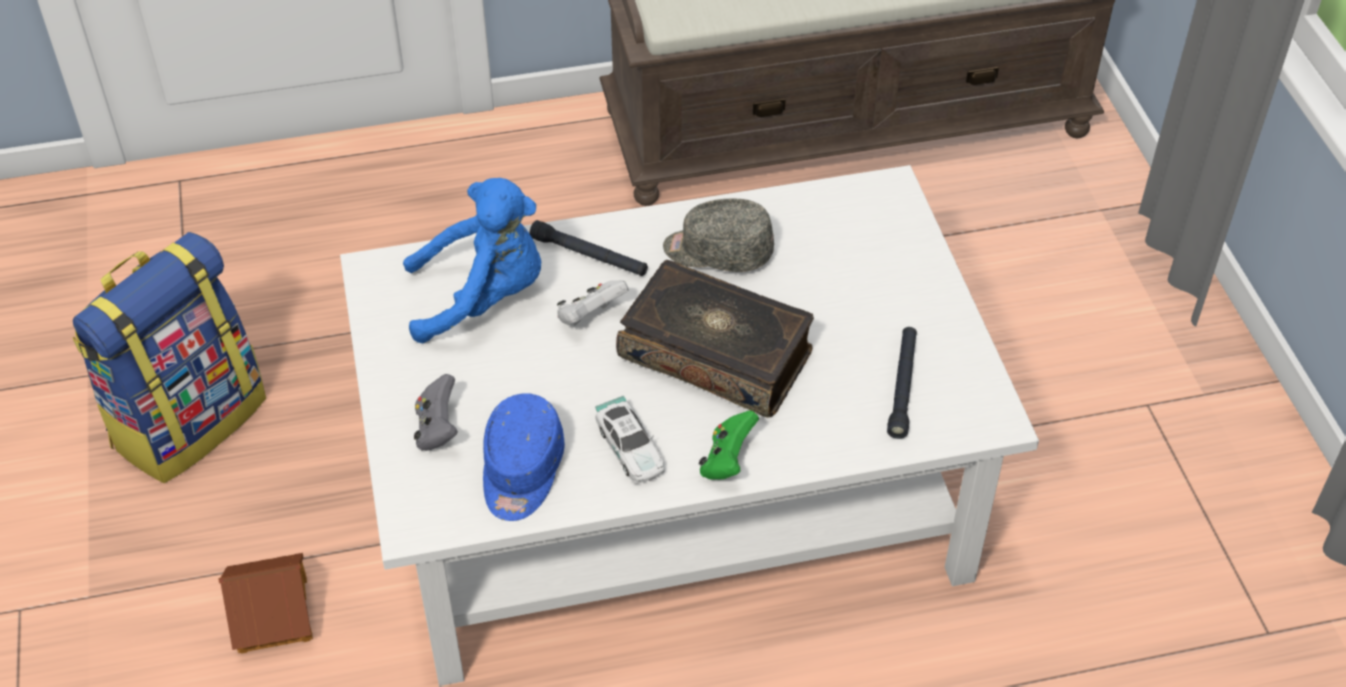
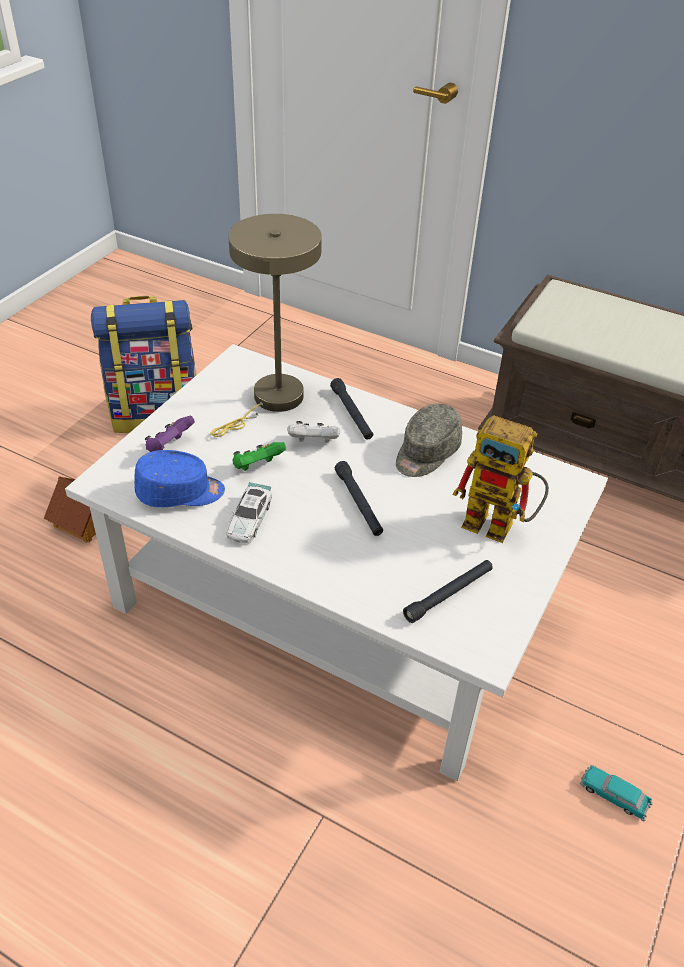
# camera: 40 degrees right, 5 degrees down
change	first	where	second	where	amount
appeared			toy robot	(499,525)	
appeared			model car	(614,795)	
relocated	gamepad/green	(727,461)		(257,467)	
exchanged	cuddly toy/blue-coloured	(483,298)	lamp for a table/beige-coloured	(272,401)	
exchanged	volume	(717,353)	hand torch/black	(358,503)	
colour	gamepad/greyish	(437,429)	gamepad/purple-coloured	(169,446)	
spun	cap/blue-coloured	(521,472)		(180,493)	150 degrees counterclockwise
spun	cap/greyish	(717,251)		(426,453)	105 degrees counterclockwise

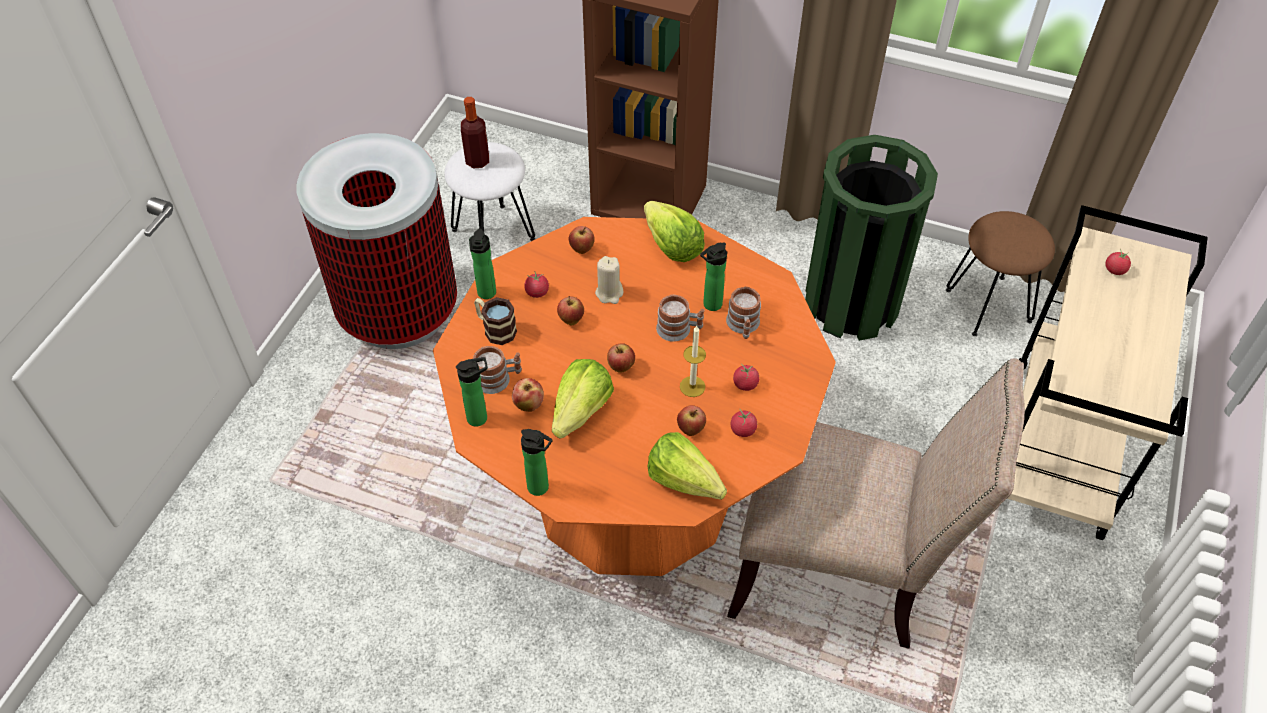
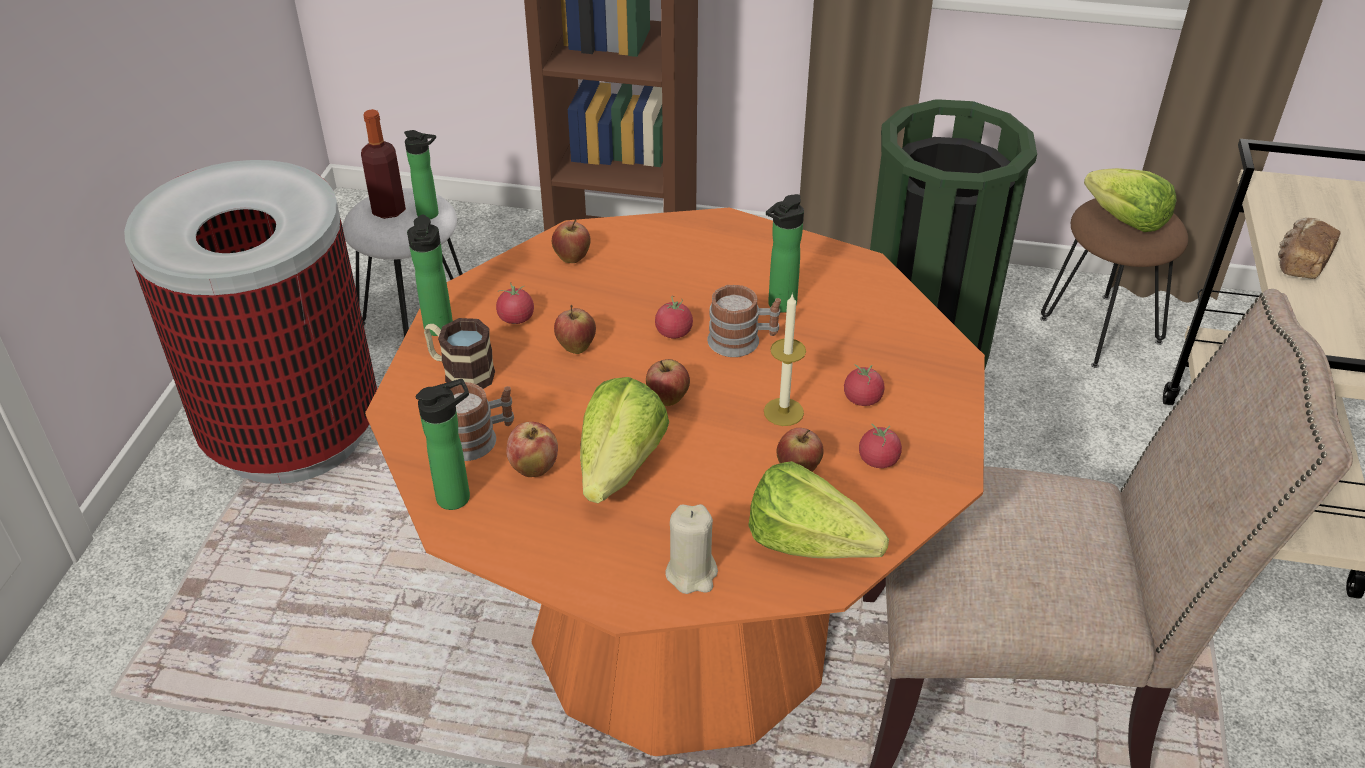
# camera: 10 degrees left, 10 degrees down
change	first	where	second	where	amount
missing	mug	(743,326)			
appeared			bakery bread	(1300,262)	
relocated	beverage bottle	(541,488)		(431,214)	
relocated	candle/beige-coloured	(609,293)		(692,573)	
relocated	head of lettuce	(672,246)		(1125,220)	
relocated	fresh tomato	(1115,270)		(674,332)	

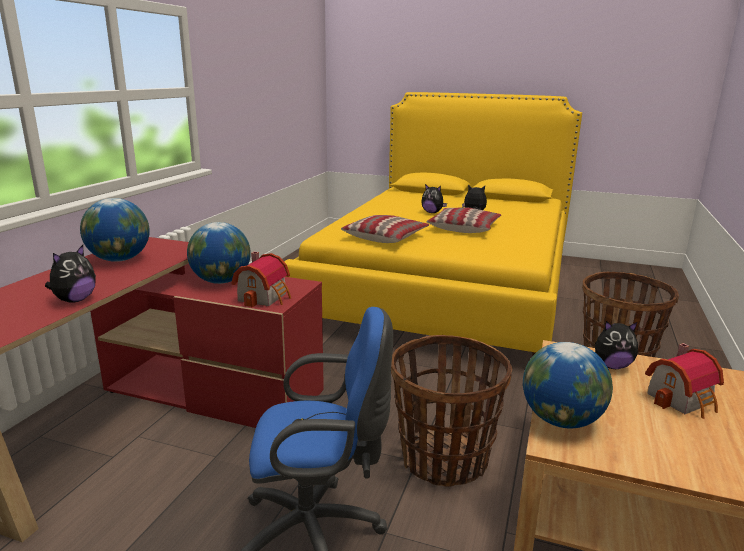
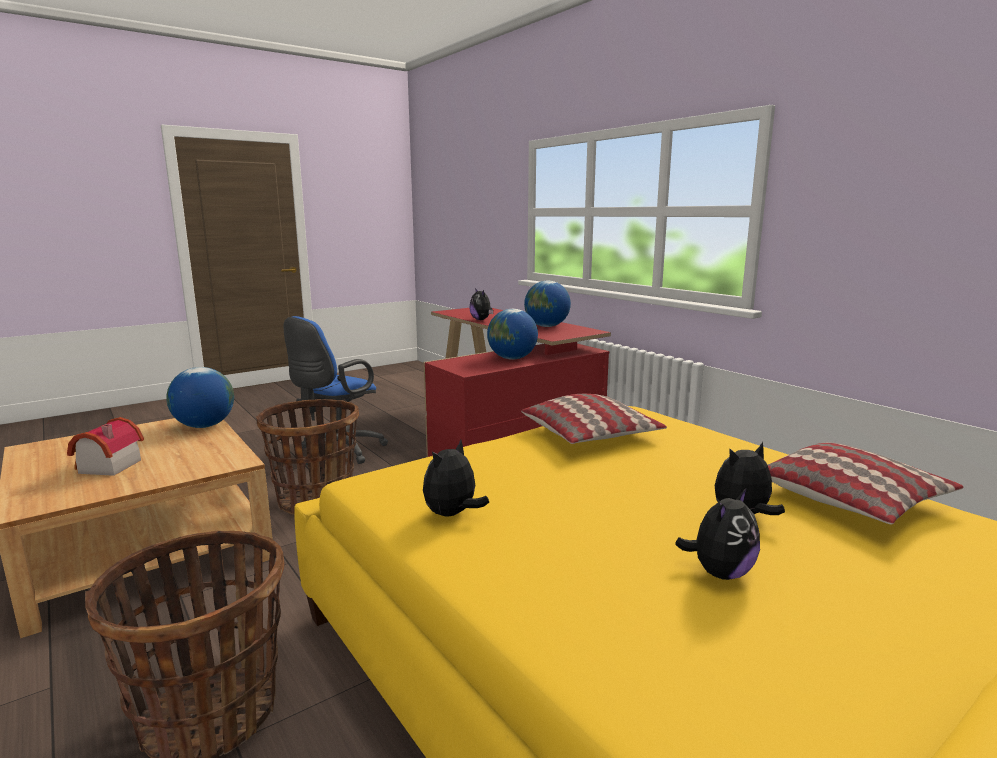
# camera: 125 degrees right, 5 degrees down
change	first	where	second	where	amount
missing	toy house	(265,297)			
relocated	throw pillow	(464,228)		(853,499)	
relocated	cuddly toy	(612,366)		(452,514)	

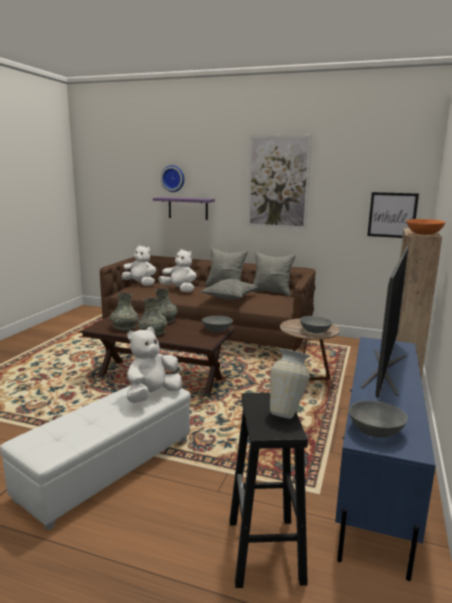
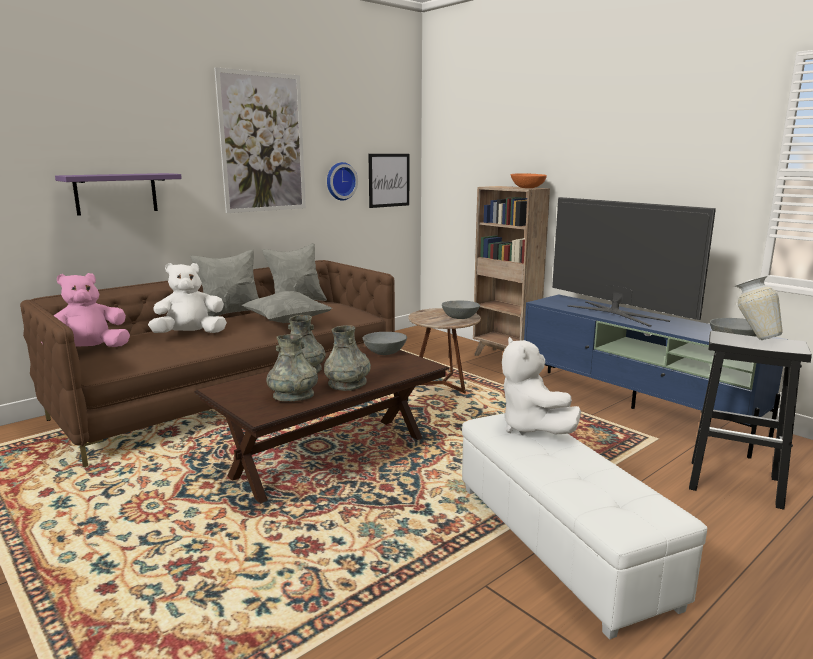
# camera: 60 degrees left, 0 degrees up
change	first	where	second	where	amount
relocated	clock on the wall	(173,178)		(340,181)	
colour	cuddly toy/white	(139,284)	cuddly toy/pink-coloured	(89,350)	

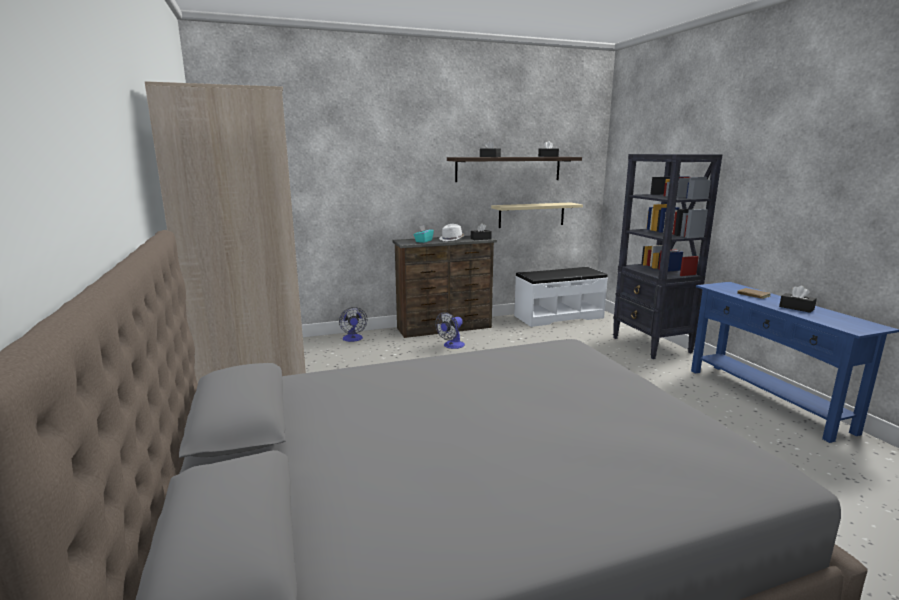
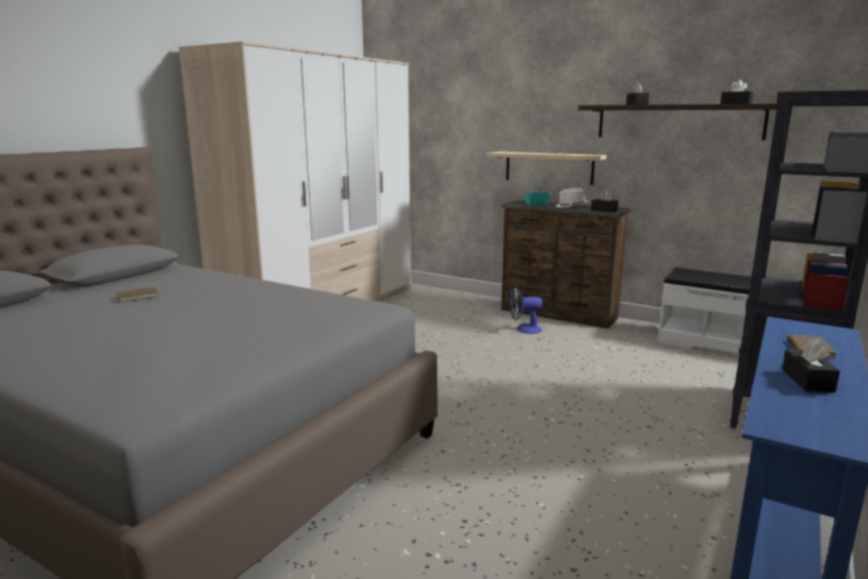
# camera: 50 degrees right, 0 degrees up
change	first	where	second	where	amount
missing	fan	(353,339)			
appeared			volume/brown-coloured	(138,296)	
relocated	shelf/beige-coloured	(531,215)		(549,167)	

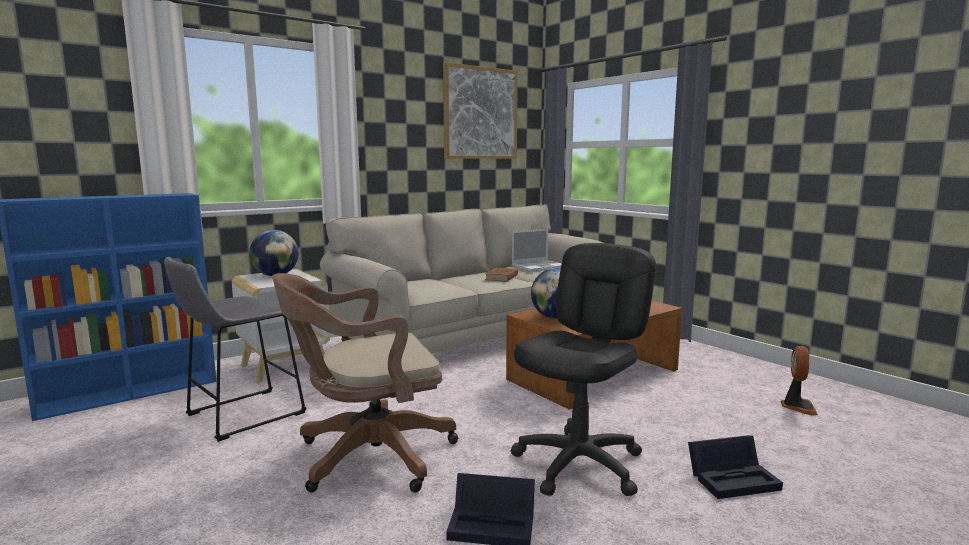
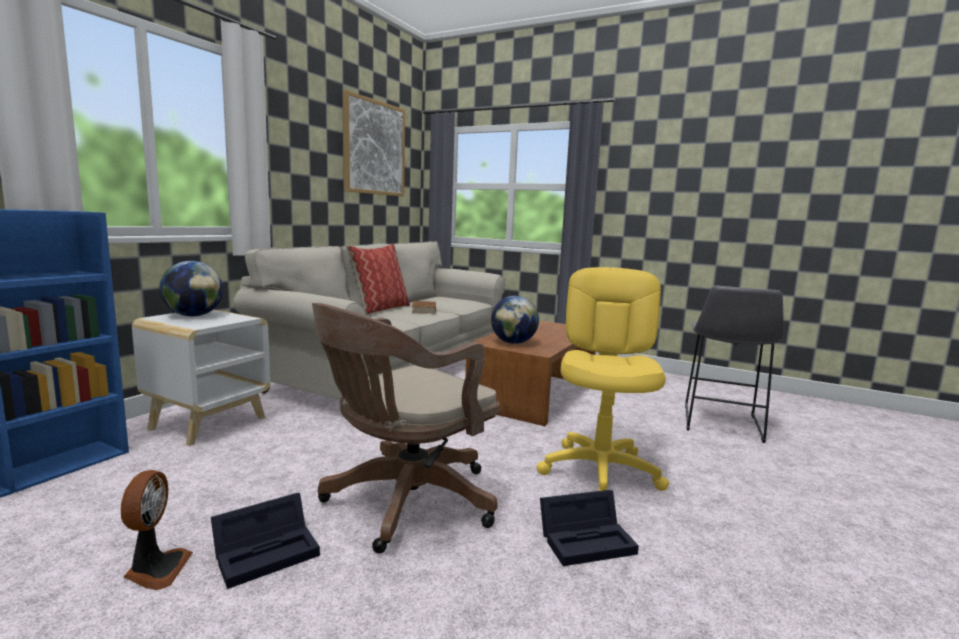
# camera: 25 degrees left, 0 degrees up
change	first	where	second	where	amount
missing	portable computer	(538,267)			
appeared			throw pillow	(380,309)	
relocated	stool seat/greyish	(239,416)		(721,424)	
relocated	storage container/black	(734,478)		(269,551)	
relocated	fan	(797,407)		(156,569)	
colour	computer chair/black	(579,464)	computer chair/yellowish	(600,471)	

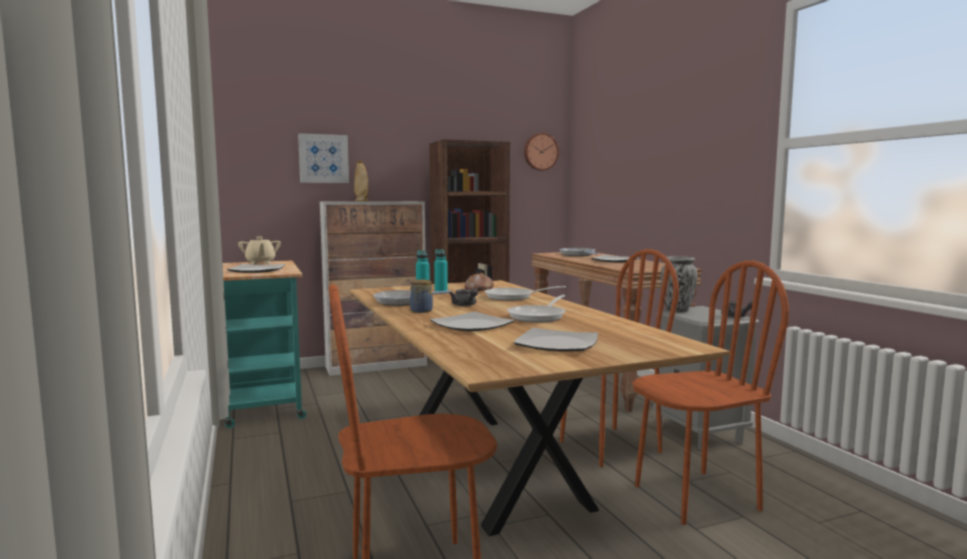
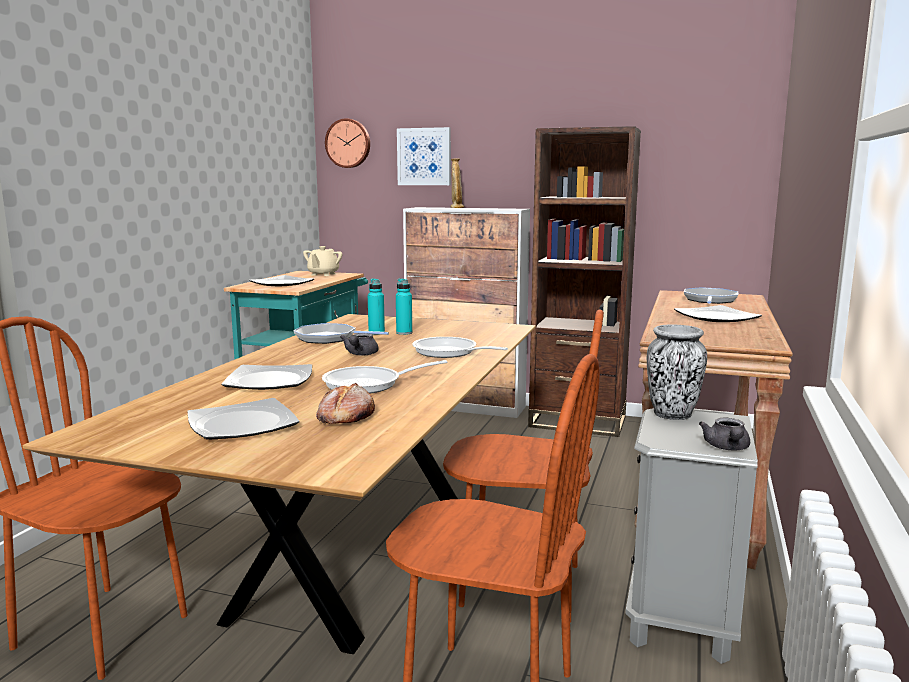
# camera: 40 degrees right, 5 degrees up
change	first	where	second	where	amount
missing	jar	(421,311)			
relocated	bakery bread	(478,289)		(345,417)	
relocated	clock on the wall	(540,152)		(348,143)	

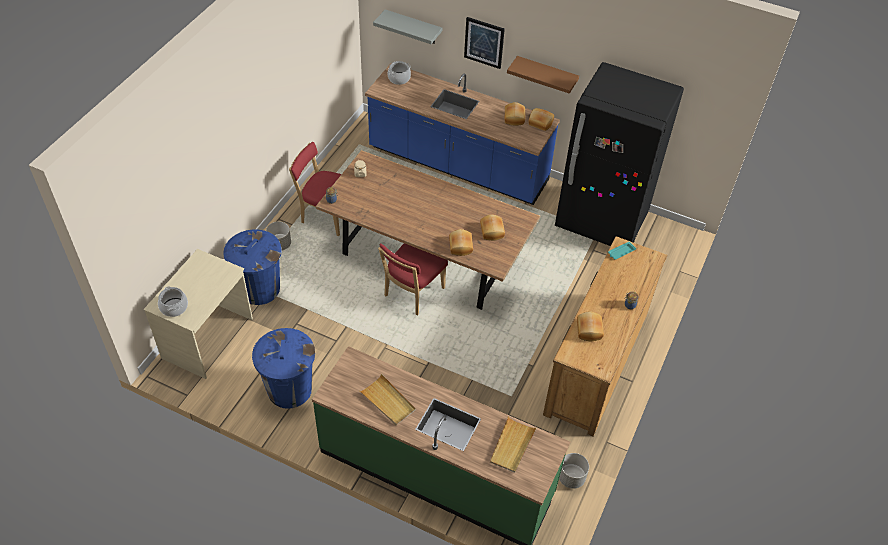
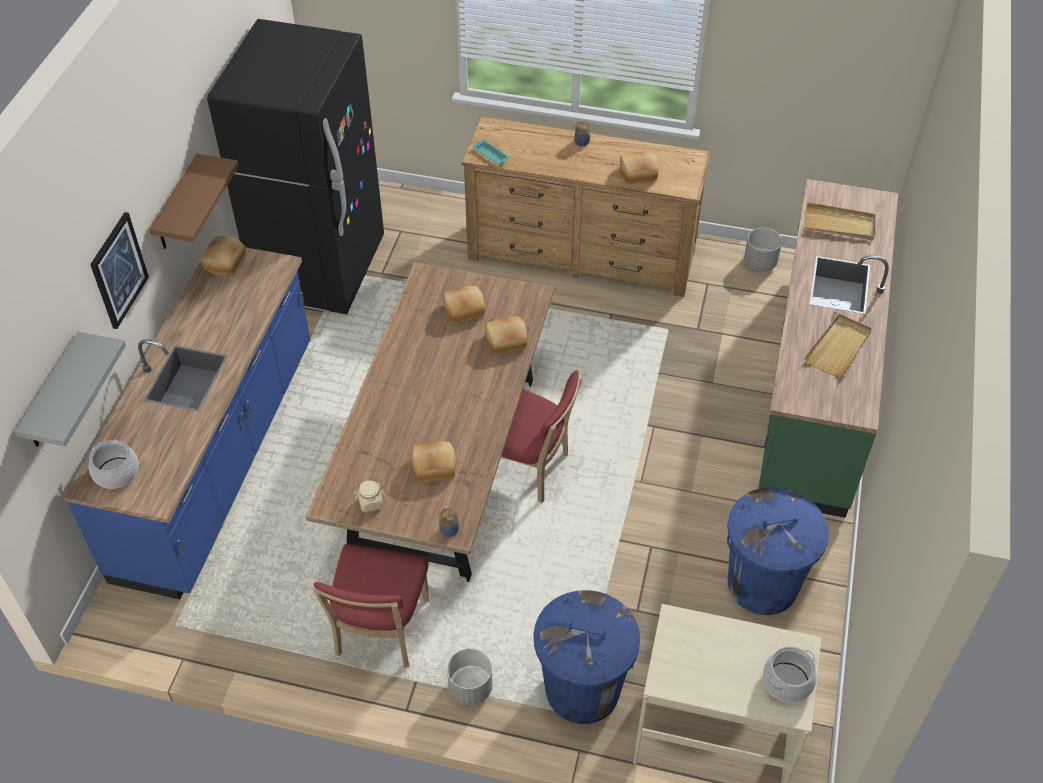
# camera: 100 degrees left, 0 degrees up
change	first	where	second	where	amount
relocated	bakery bread	(514,118)		(434,466)	

